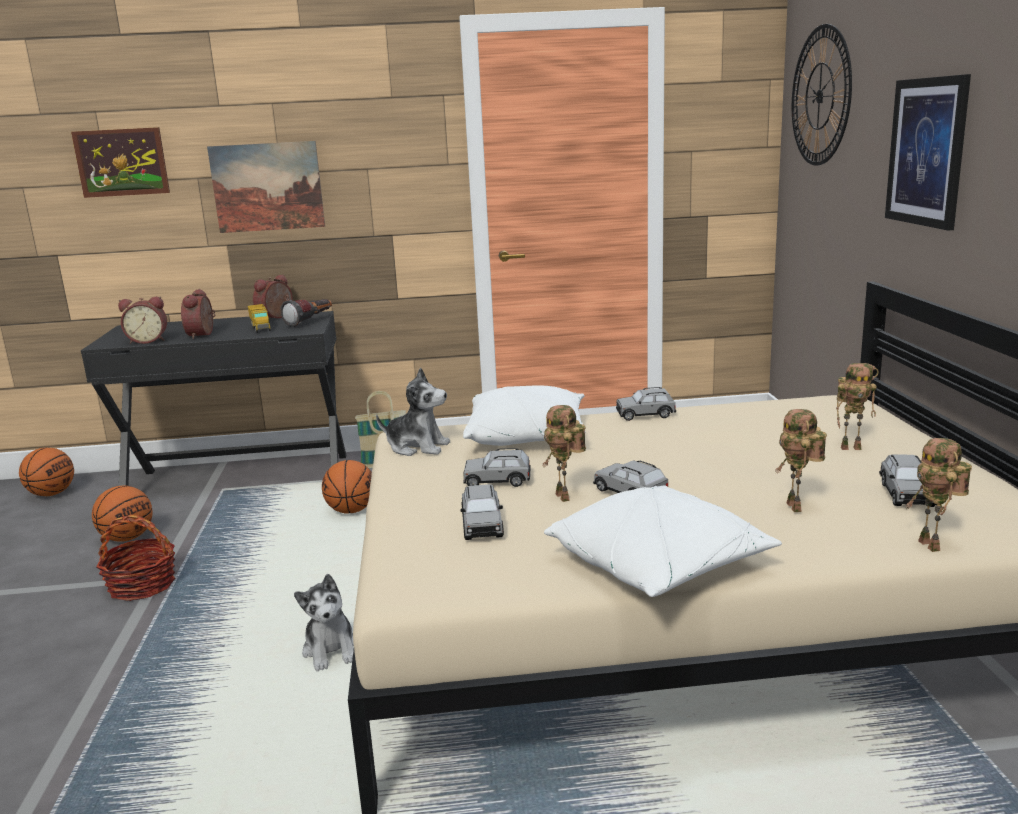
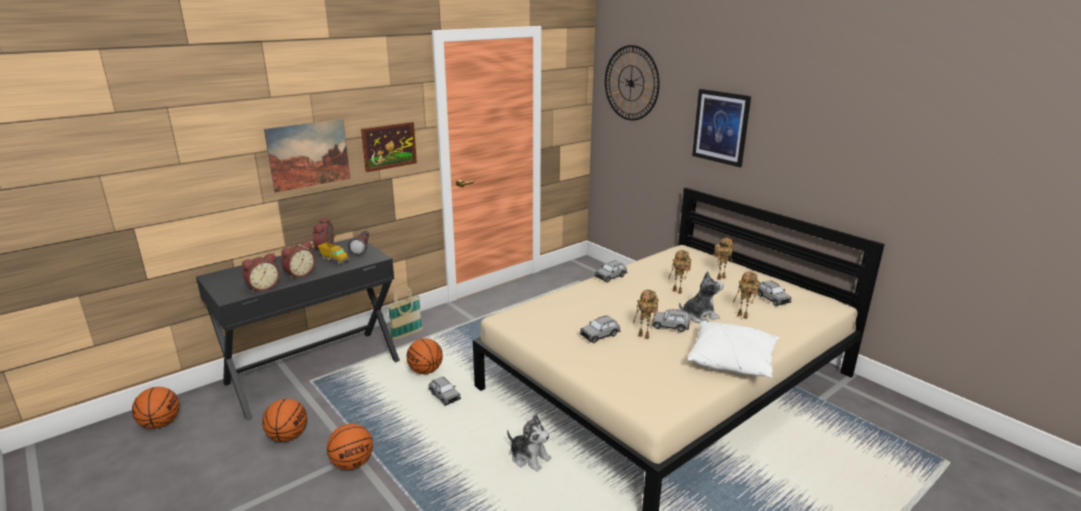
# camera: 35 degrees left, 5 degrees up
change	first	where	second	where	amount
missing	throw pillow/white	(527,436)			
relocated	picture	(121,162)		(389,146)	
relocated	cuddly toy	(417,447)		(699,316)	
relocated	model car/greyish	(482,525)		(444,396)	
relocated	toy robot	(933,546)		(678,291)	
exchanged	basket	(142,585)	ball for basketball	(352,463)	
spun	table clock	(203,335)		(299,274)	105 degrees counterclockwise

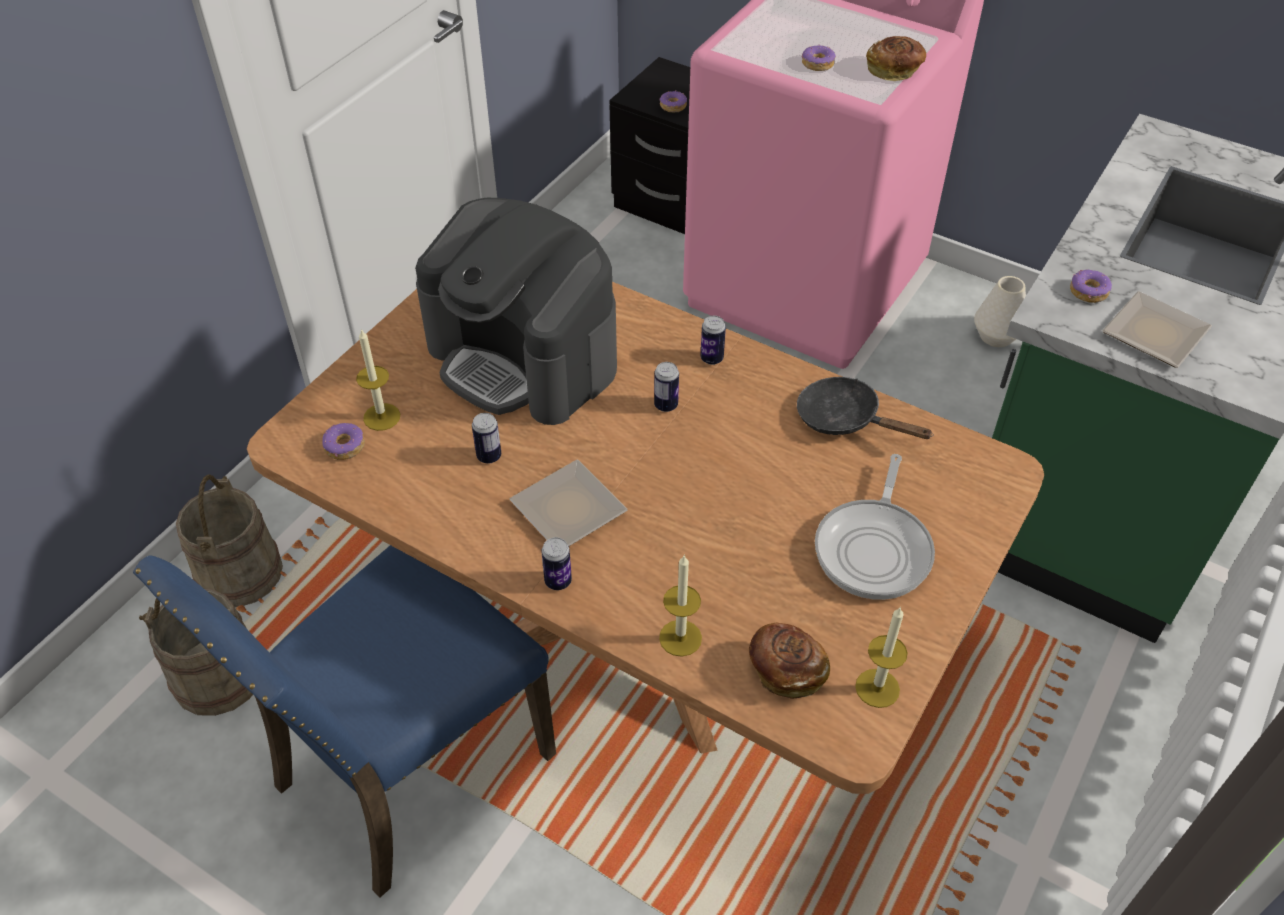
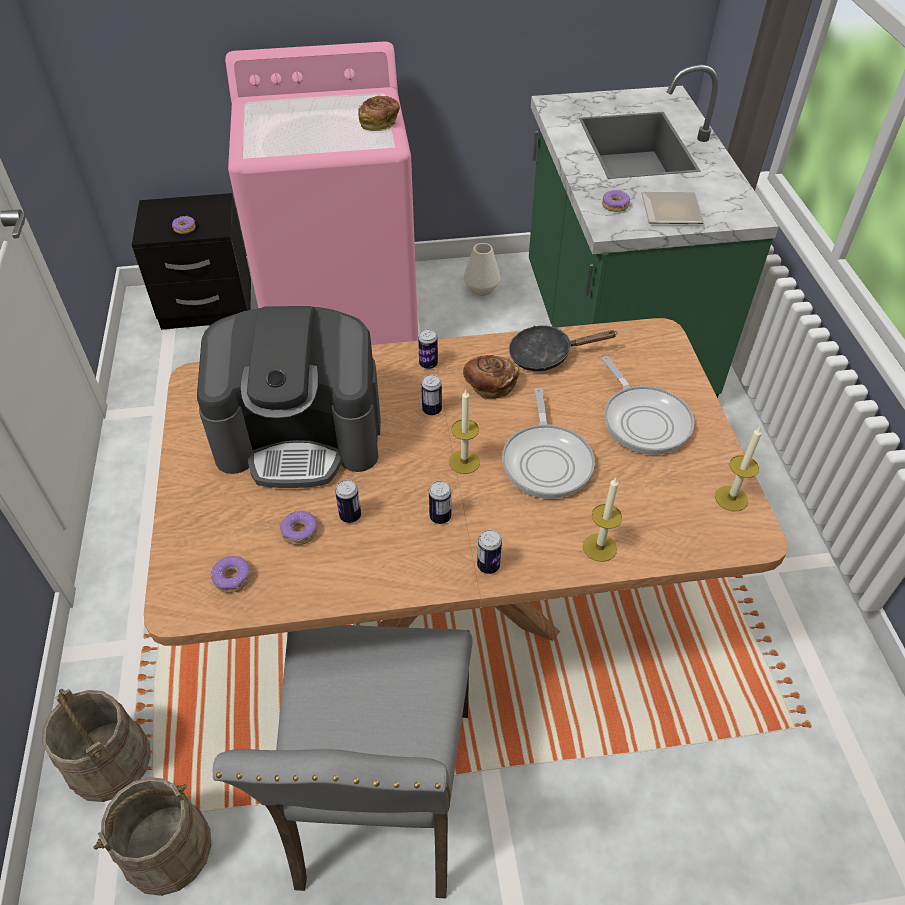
# camera: 40 degrees left, 0 degrees up
change	first	where	second	where	amount
appeared			pan	(547,461)	
relocated	candle	(382,417)		(464,462)	
relocated	bakery bread	(786,670)		(489,385)	
relocated	ring doughnut	(817,64)		(299,532)	
exchanged	dinner plate	(564,509)	can	(440,517)	
colour	chair/blue-coloured	(406,769)	chair/greyish	(379,799)	

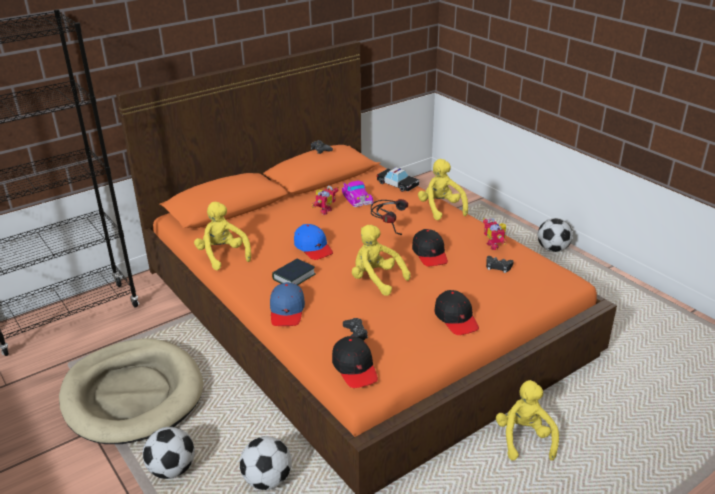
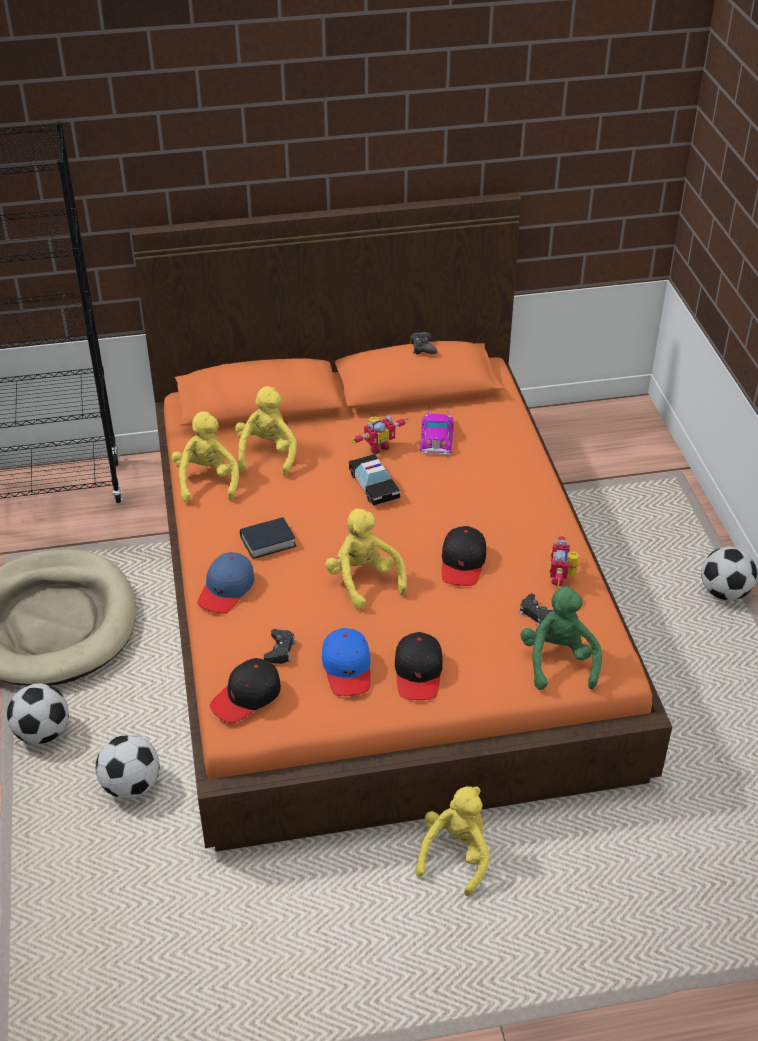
# camera: 25 degrees right, 10 degrees up
change	first	where	second	where	amount
missing	pair of headphones	(388,228)			
appeared			cuddly toy/green	(558,661)	
relocated	cap/blue-coloured	(313,247)		(347,668)	
relocated	model car	(397,184)		(374,486)	
relocated	cuddly toy/yellowish	(441,209)		(267,454)	
spun	cap/black	(355,368)		(247,697)	45 degrees clockwise

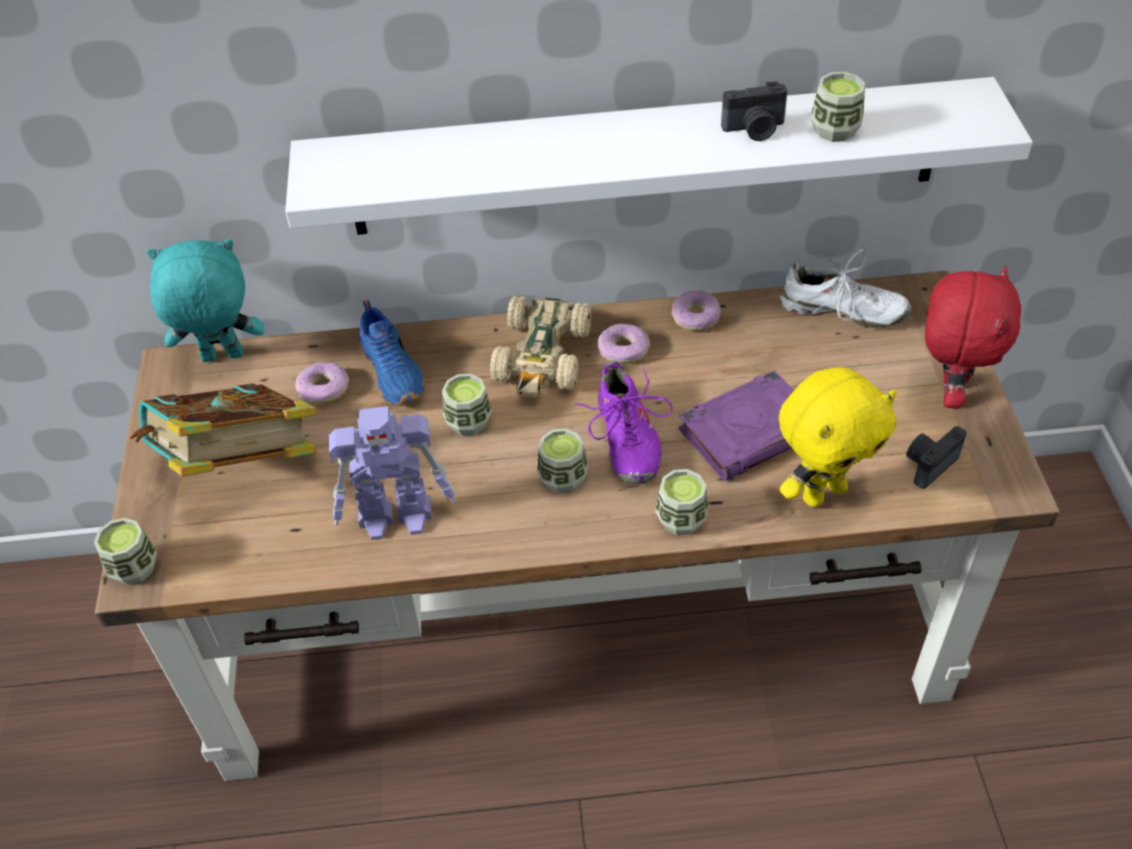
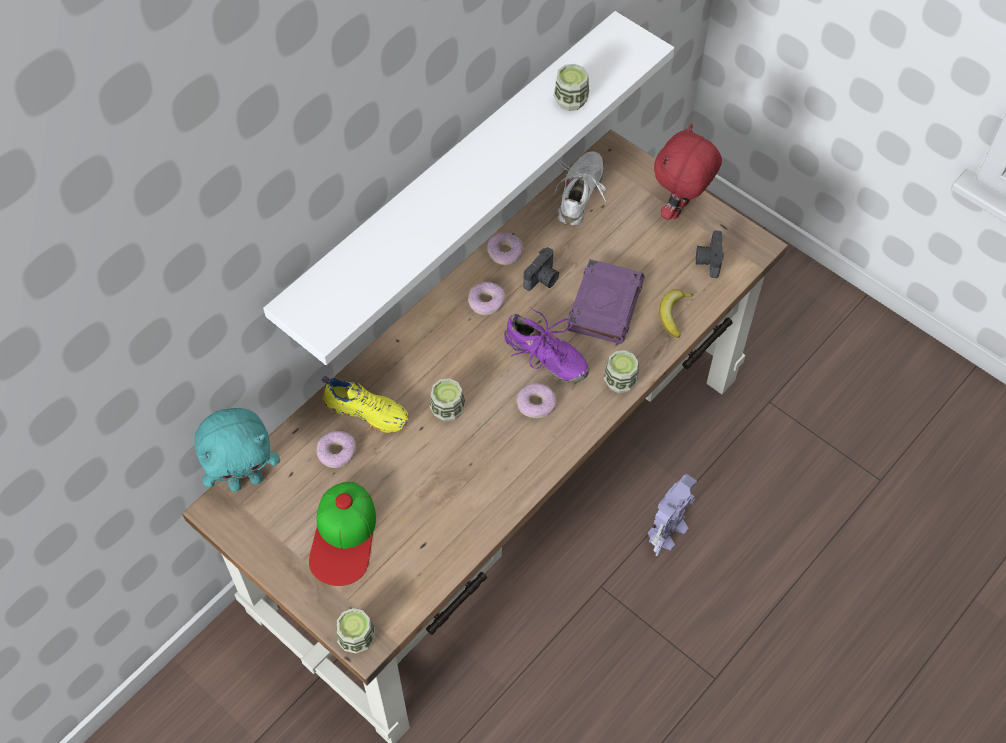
# camera: 45 degrees left, 10 degrees up
change	first	where	second	where	amount
missing	model car/beige-coloured	(543,356)			
relocated	toy robot	(398,517)		(668,530)	
relocated	still camera	(754,130)		(543,279)	
exchanged	volume	(238,467)	cap	(344,536)	
exchanged	cup	(562,478)	ring doughnut	(536,404)	
exchanged	cuddly toy/yellowish	(823,492)	whole banana	(673,314)	
colour	item of footwear/blue-coloured	(394,371)	item of footwear/yellowish	(367,411)	
spun	cuddly toy/turquoise	(222,358)		(246,480)	150 degrees counterclockwise
spun	item of footwear/white	(842,311)		(581,194)	45 degrees counterclockwise
spun	cuddly toy/red	(949,392)		(680,210)	120 degrees counterclockwise

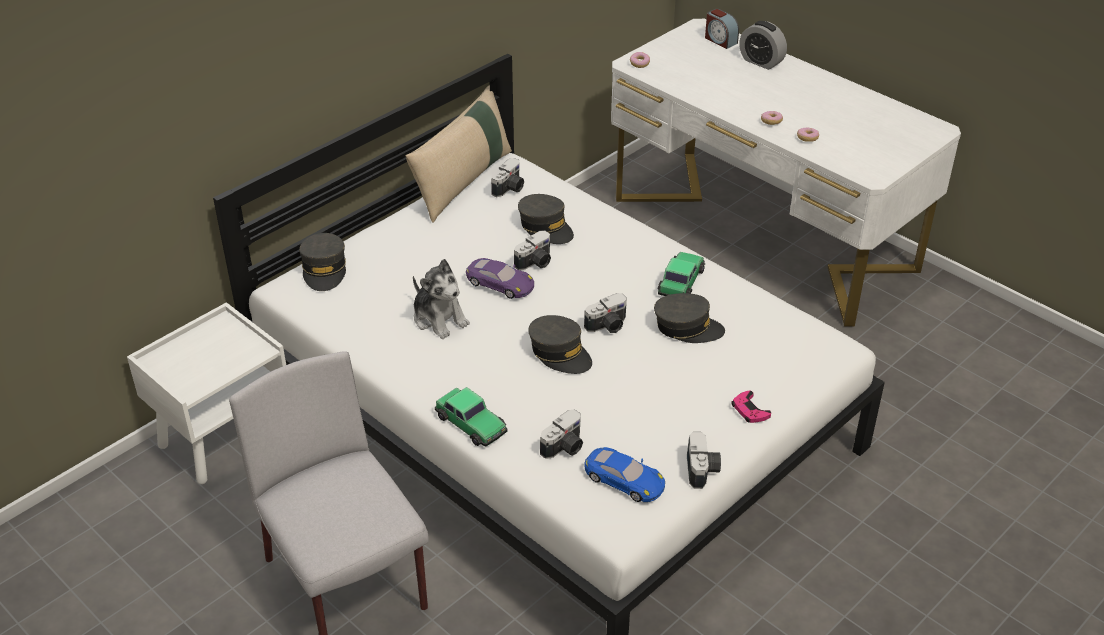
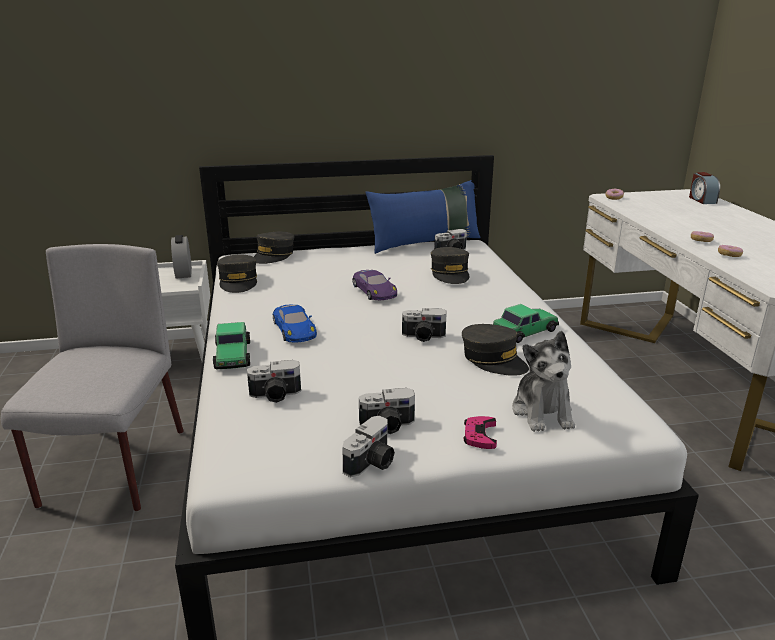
# camera: 35 degrees right, 15 degrees down
change	first	where	second	where	amount
relocated	cuddly toy	(439,319)		(542,412)	
relocated	still camera	(536,262)		(387,425)	
relocated	cap/greyish	(560,353)		(238,282)	
relocated	model car/blue-coloured	(624,480)		(294,329)	
relocated	table clock	(761,62)		(183,273)	
colour	throw pillow/beige-coloured	(463,182)	throw pillow/blue-coloured	(425,243)	

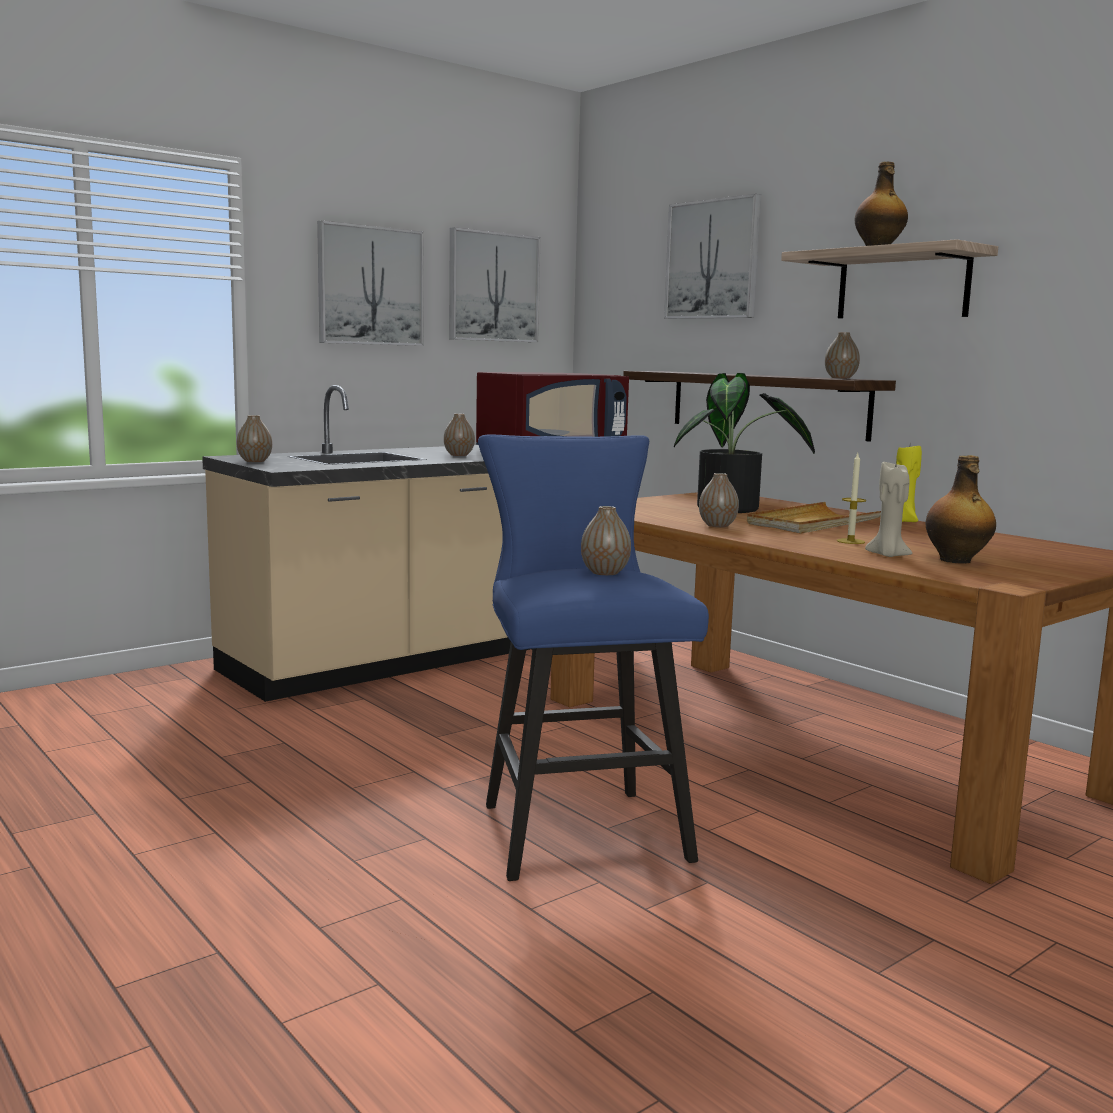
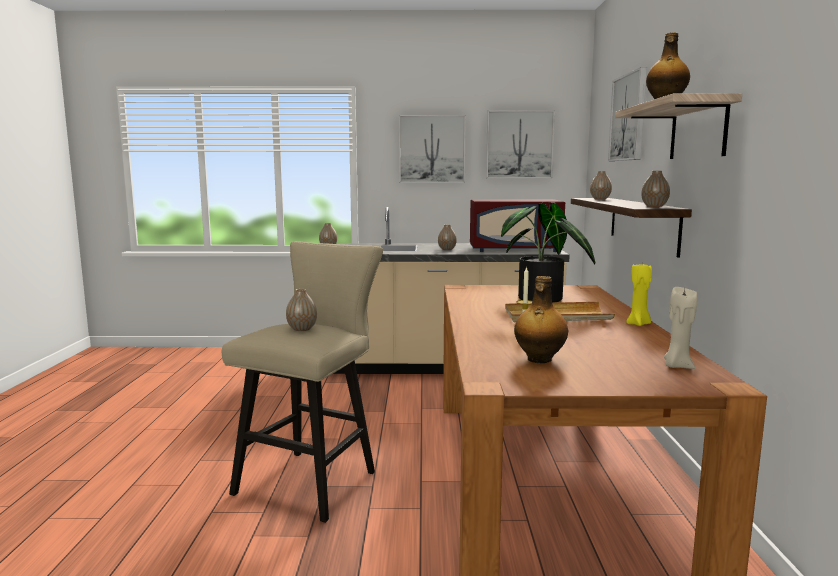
# camera: 40 degrees right, 0 degrees up
change	first	where	second	where	amount
relocated	vase	(717,525)		(600,199)	
relocated	candle/beige-coloured	(887,555)		(677,366)	
colour	stool seat/blue-coloured	(577,826)	stool seat/beige-coloured	(313,479)	

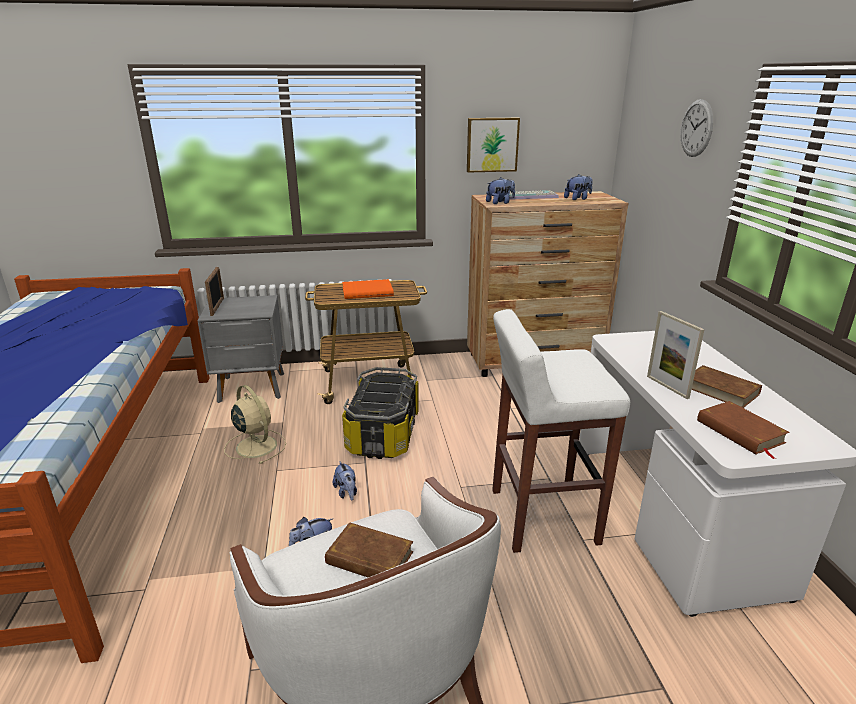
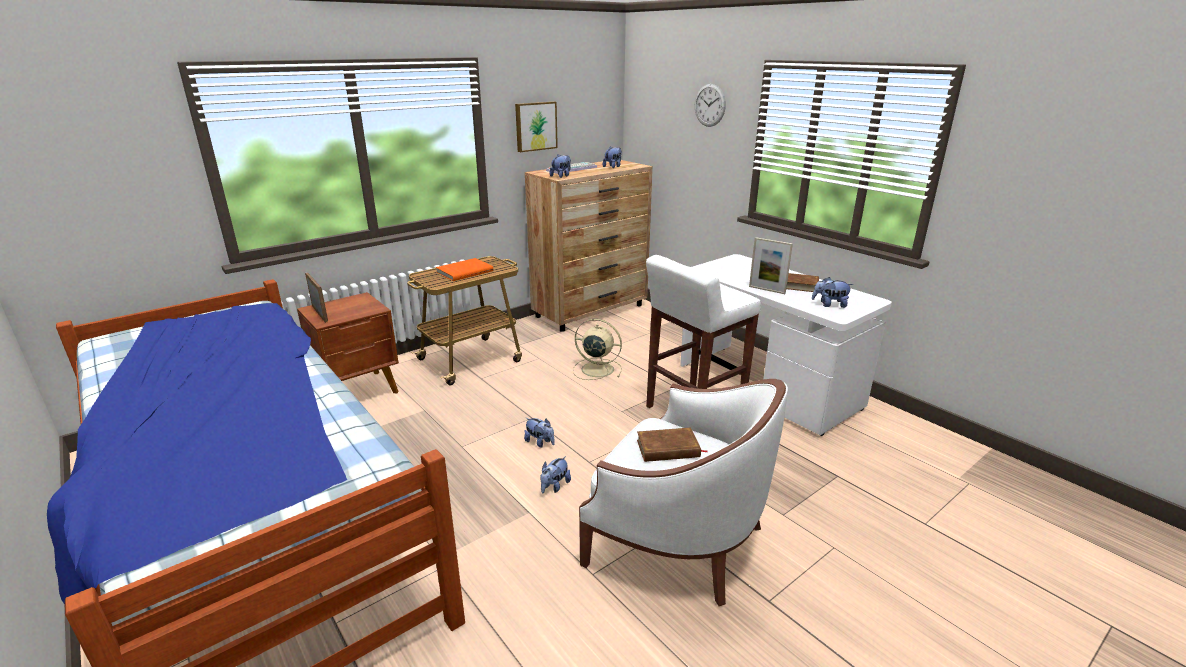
# camera: 30 degrees left, 0 degrees up
change	first	where	second	where	amount
missing	storage container	(383,434)			
relocated	fan/beige-coloured	(255,445)		(596,369)	
exchanged	volume/brown-coloured	(740,432)	cuddly toy	(829,305)	
colour	bedside table/greyish	(252,388)	bedside table/brown-coloured	(360,391)	

